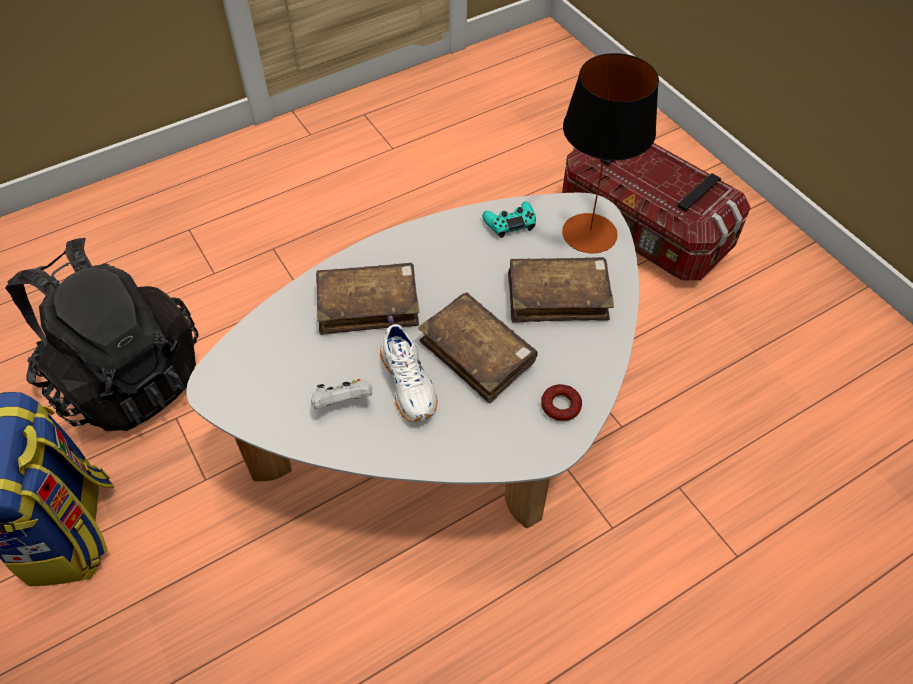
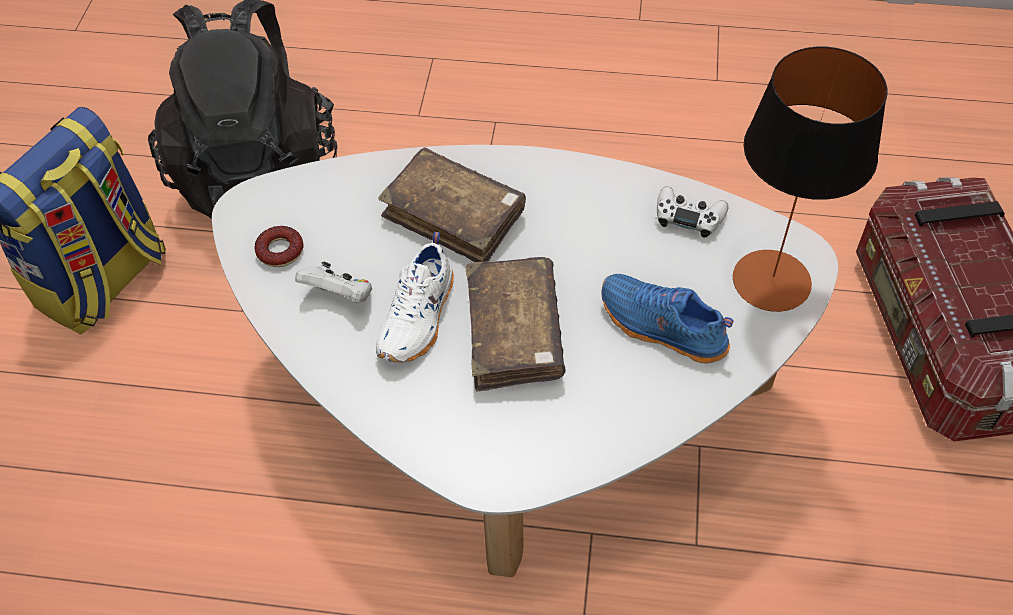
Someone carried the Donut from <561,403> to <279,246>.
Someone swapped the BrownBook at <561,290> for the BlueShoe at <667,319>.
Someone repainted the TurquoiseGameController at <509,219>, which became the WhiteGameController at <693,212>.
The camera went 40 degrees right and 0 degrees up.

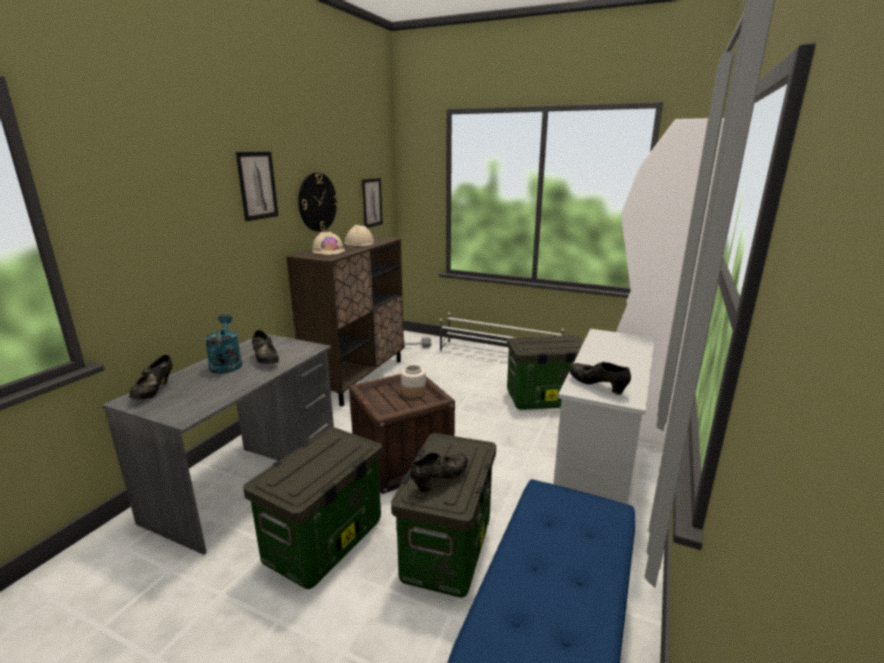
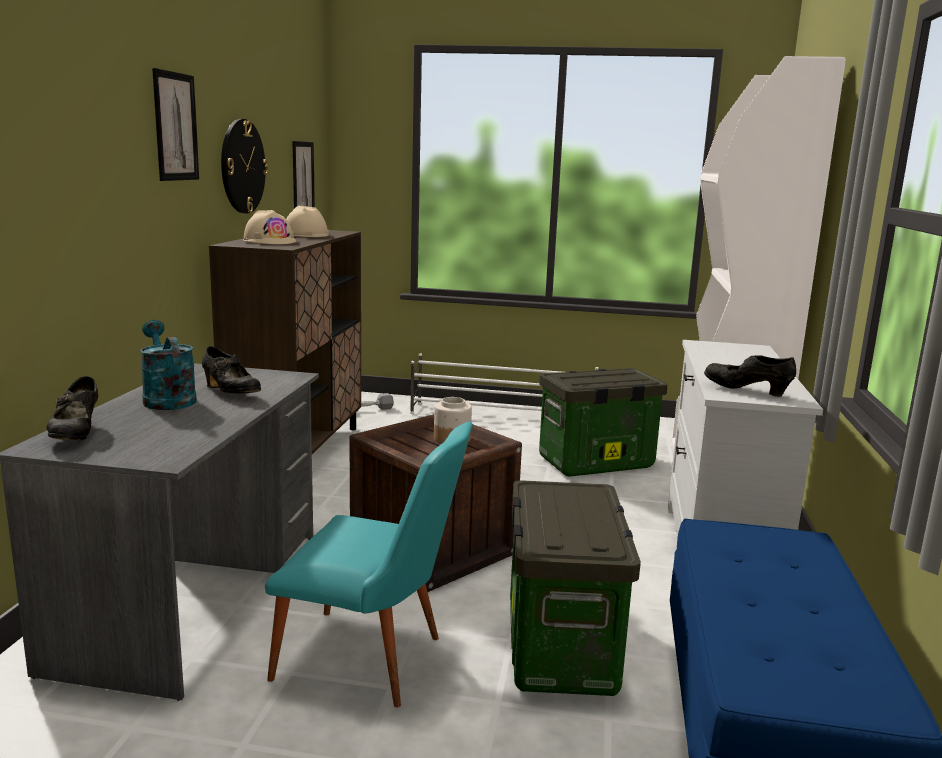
Someone swapped the StorageBox at <312,508> for the TurquoiseChair at <369,564>.
Someone took away the BlackShoe at <439,473>.
The camera went 15 degrees left and 5 degrees down.

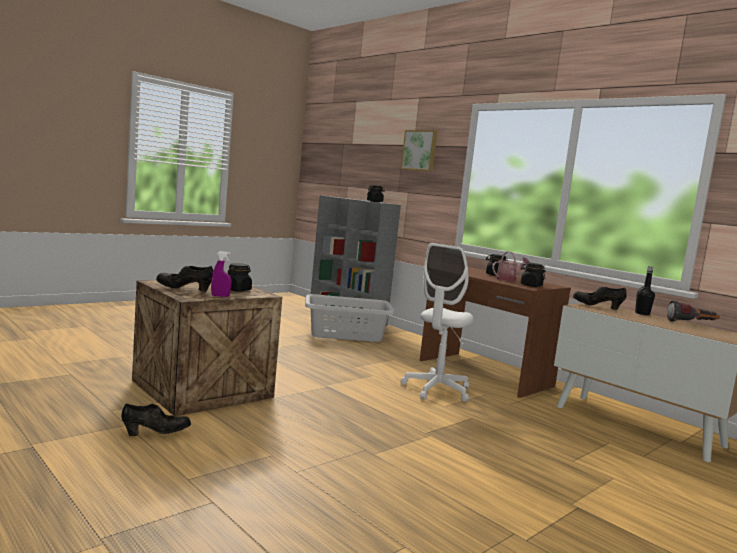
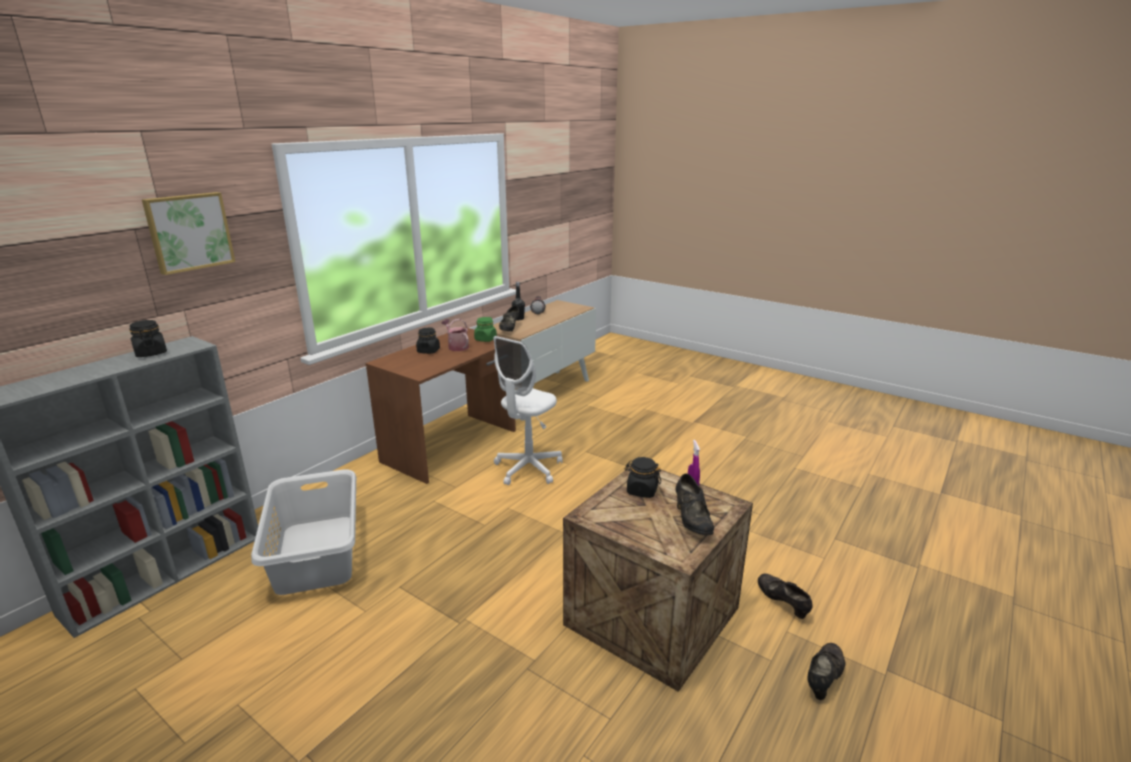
Someone repainted the BlackJar at <533,275>, which became the GreenJar at <485,329>.
Someone rotated the WhiteOfficeChair at <437,322> by 105 degrees clockwise.
Someone put down the BlackShoe at <826,671>.
The camera went 100 degrees left and 15 degrees up.

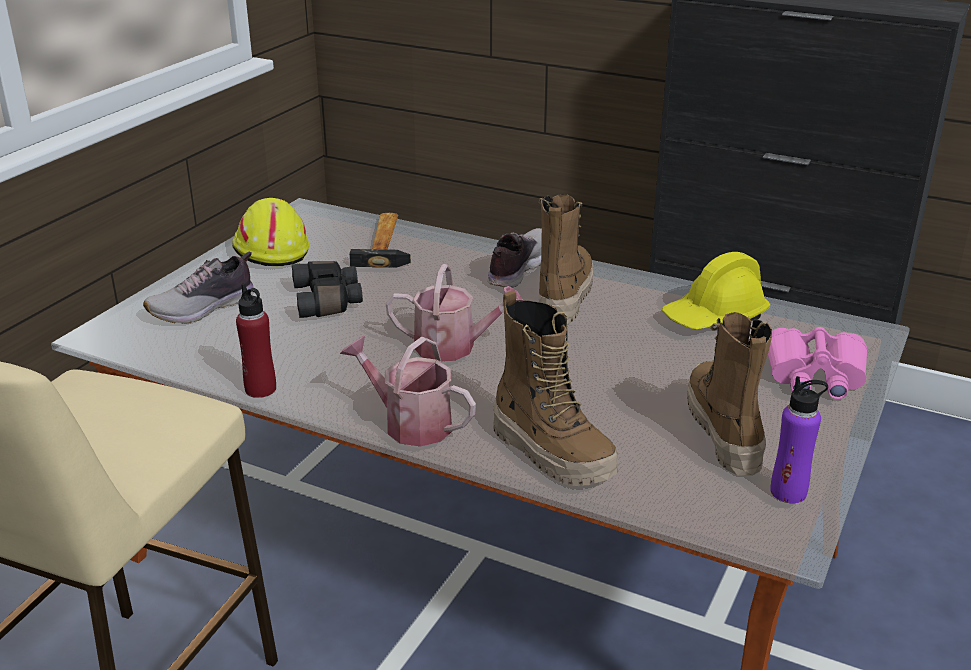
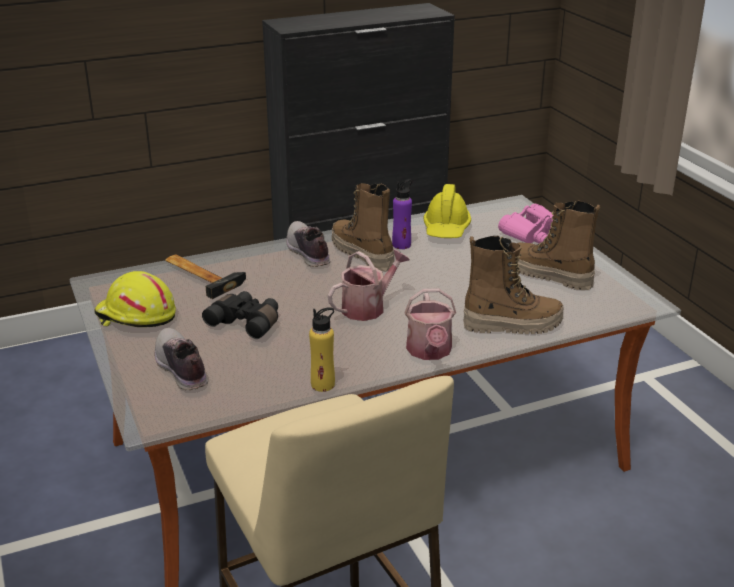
Someone rotated the Shoe at <198,288> by 150 degrees clockwise.
Someone repainted the RedBottle at <256,340>, which became the YellowBottle at <322,349>.
Someone carried the PurpleBottle from <799,439> to <402,214>.
Someone rotated the WateringCan at <408,391> by 75 degrees counterclockwise.
The camera went 50 degrees left and 0 degrees up.

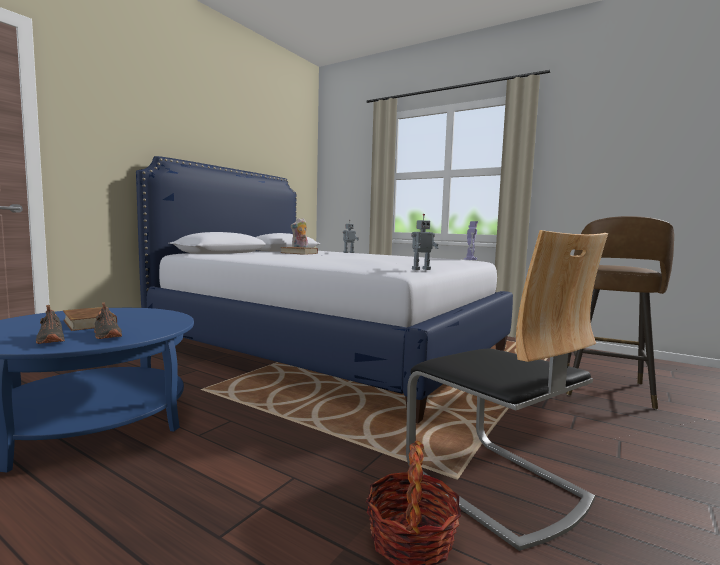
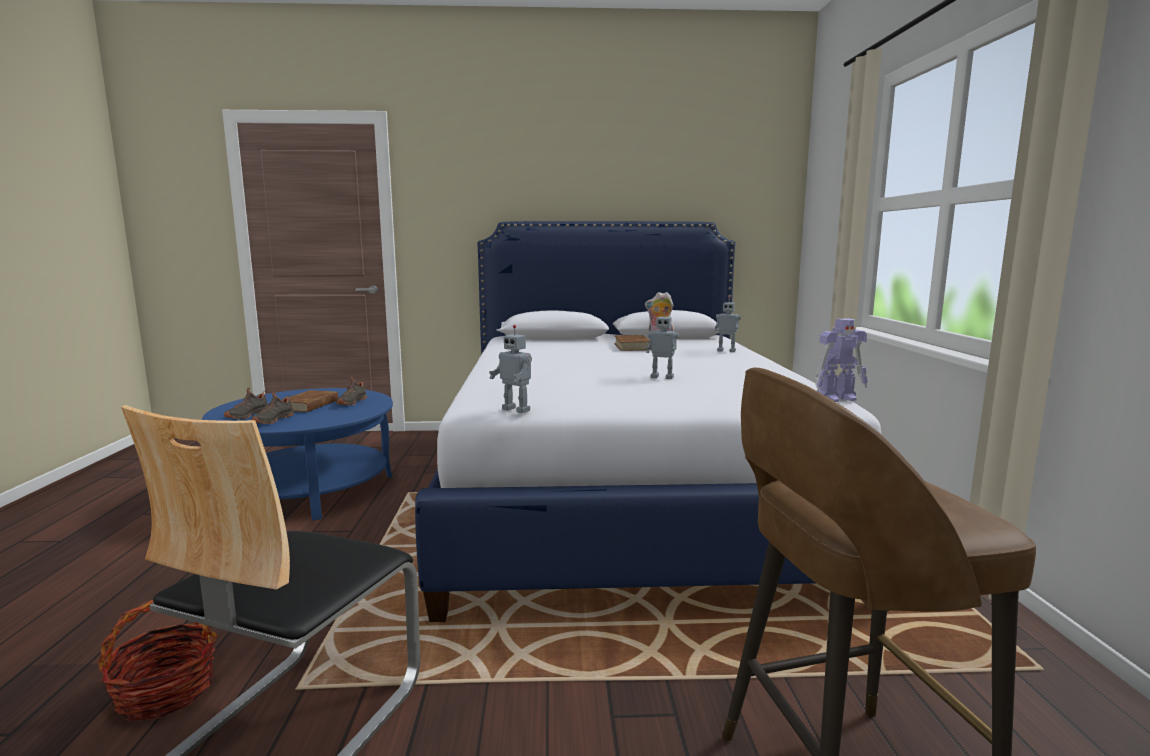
Someone put down the BlackShoe at <351,391>.
Someone put down the ToyRobot at <662,344>.
The camera went 55 degrees right and 5 degrees up.

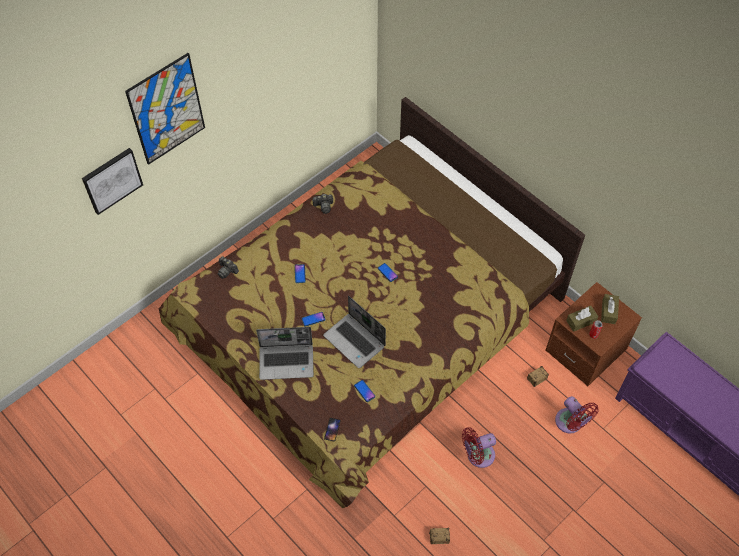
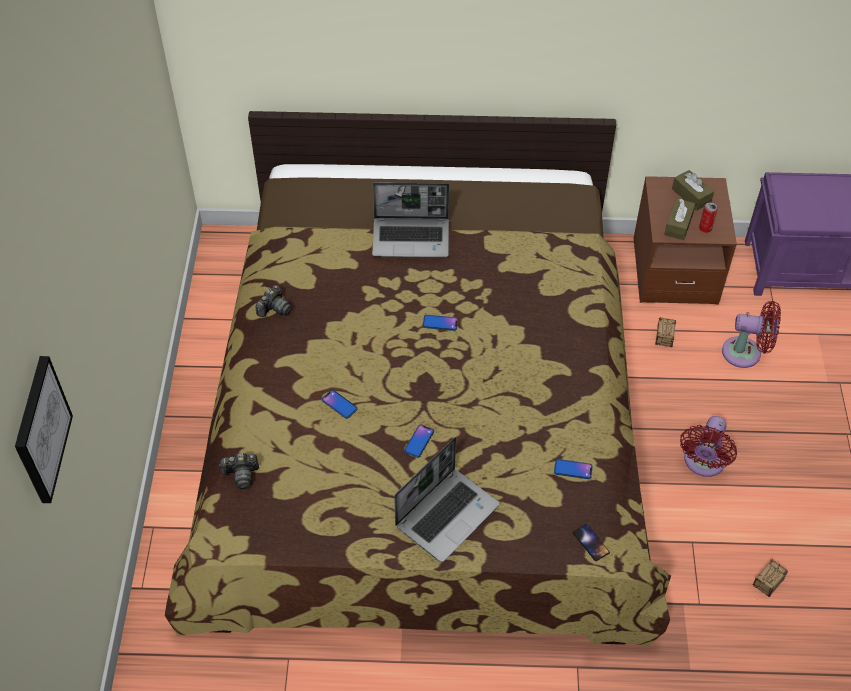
Someone carried the Laptop from <354,332> to <410,219>.
Someone took away the Picture at <165,109>.
The camera went 45 degrees left and 5 degrees down.

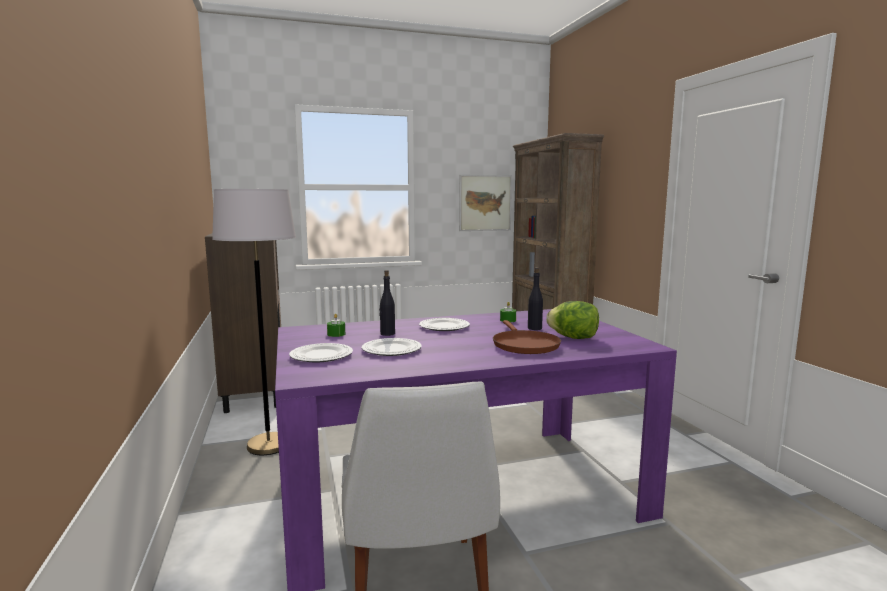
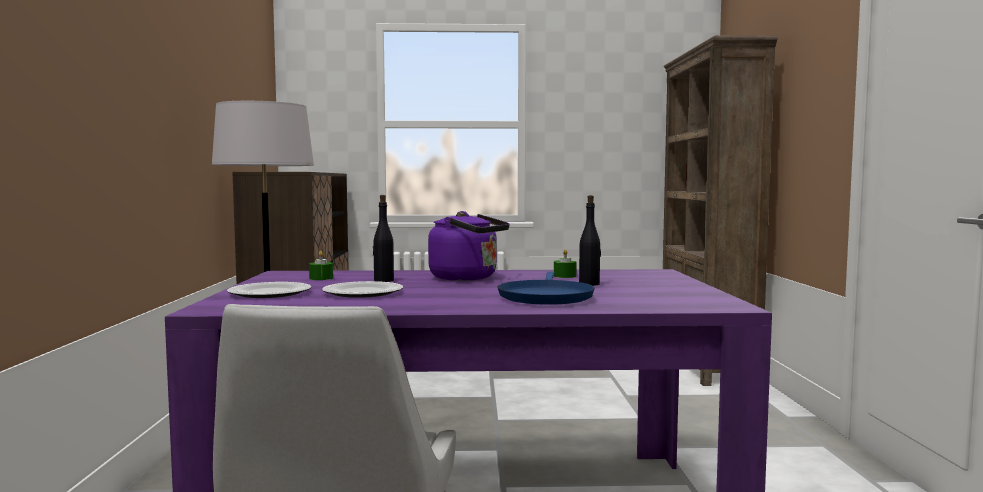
Someone swapped the Plate at <444,324> for the PurpleKettle at <469,246>.
Someone repainted the BrownFryingPan at <527,337>, which became the BlueFryingPan at <546,288>.
Someone took away the Picture at <485,203>.
Someone took away the Lettuce at <572,320>.
The camera went 15 degrees right and 5 degrees down.

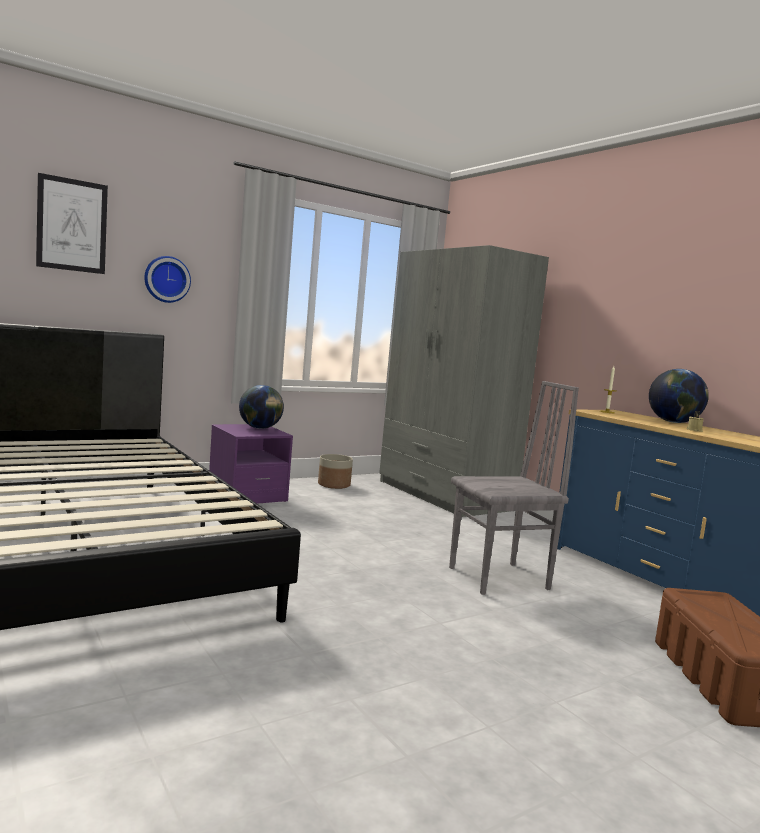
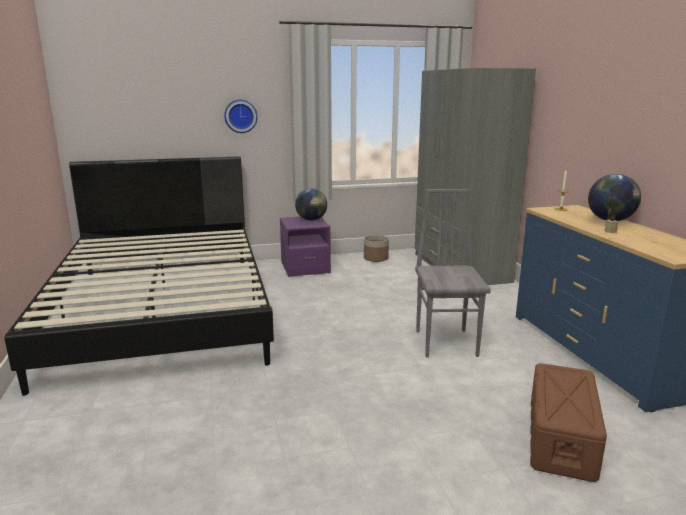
Someone rotated the GreyChair at <514,488> by 90 degrees counterclockwise.
Someone took away the Picture at <72,223>.
The camera went 20 degrees right and 10 degrees up.

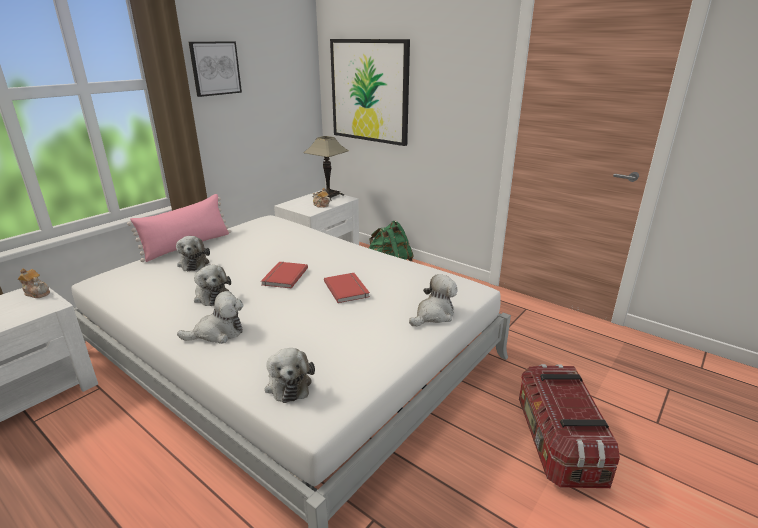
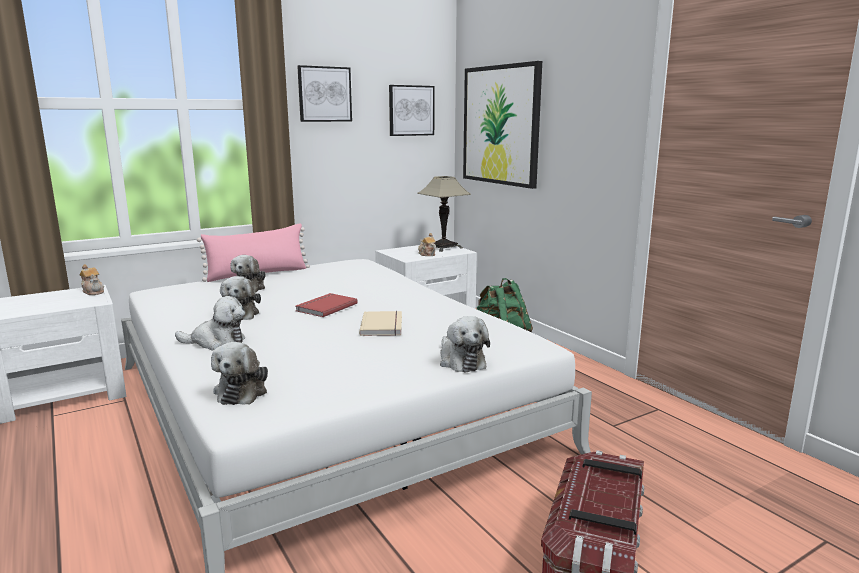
Someone repainted the RedBook at <347,288>, which became the BeigeBook at <380,323>.
Someone put up the Picture at <411,110>.
Someone rotated the PlushToy at <433,300> by 90 degrees clockwise.
The camera went 20 degrees right and 10 degrees down.

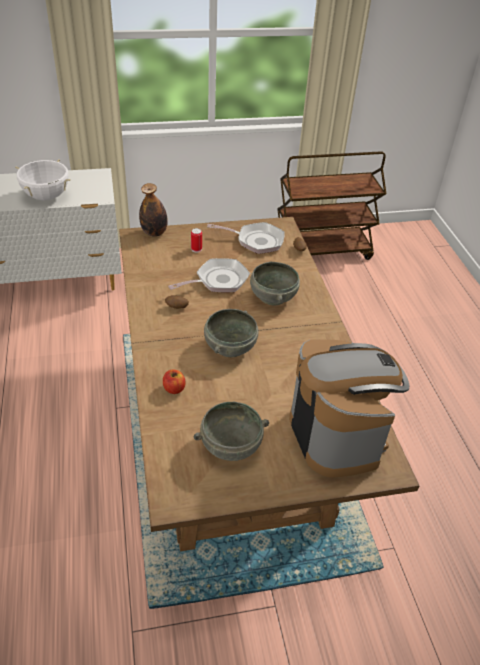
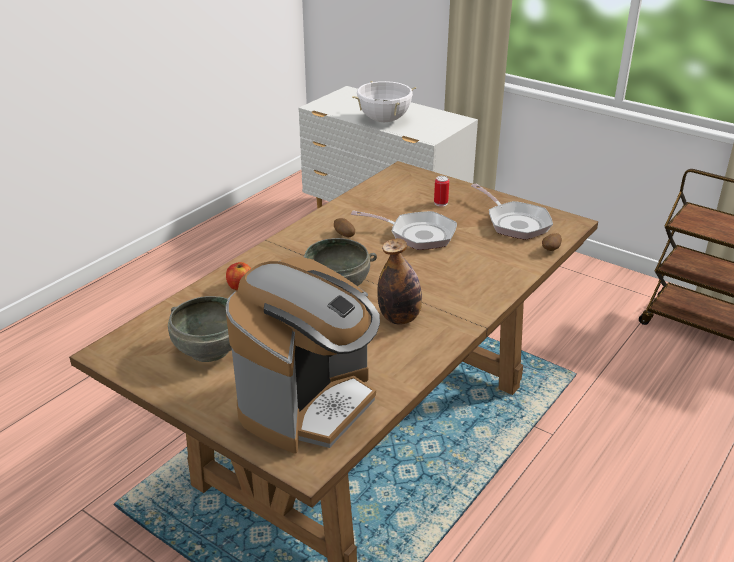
Someone carried the Bottle from <153,210> to <399,281>.
Someone took away the GreyBowl at <275,283>.
The camera went 50 degrees right and 10 degrees down.

